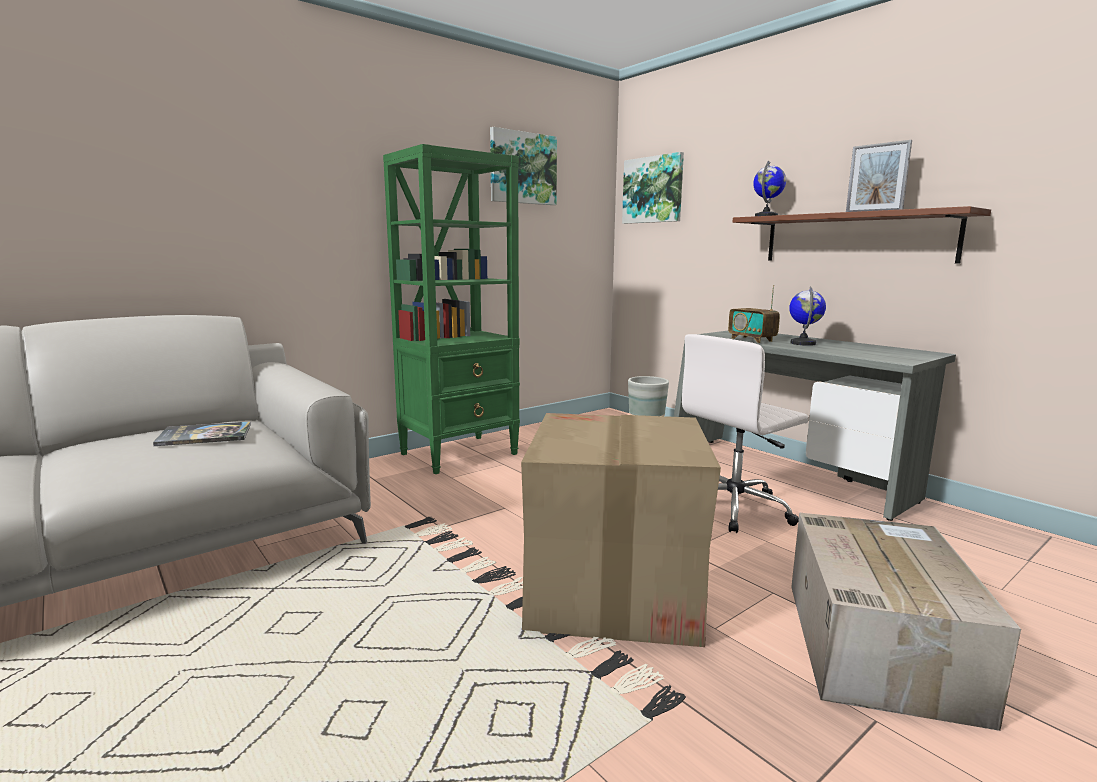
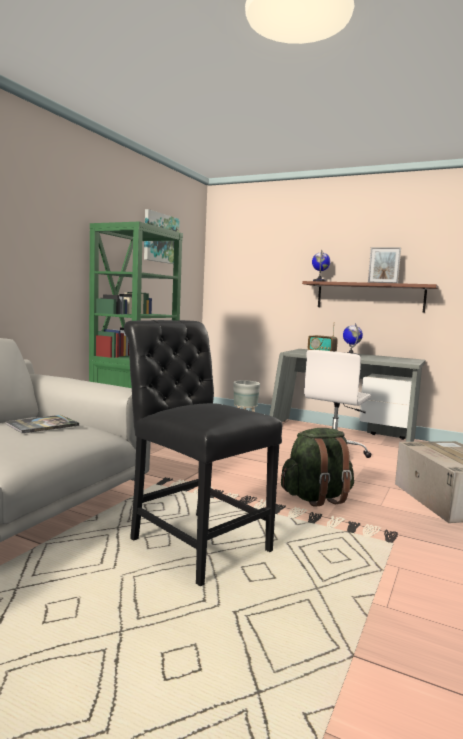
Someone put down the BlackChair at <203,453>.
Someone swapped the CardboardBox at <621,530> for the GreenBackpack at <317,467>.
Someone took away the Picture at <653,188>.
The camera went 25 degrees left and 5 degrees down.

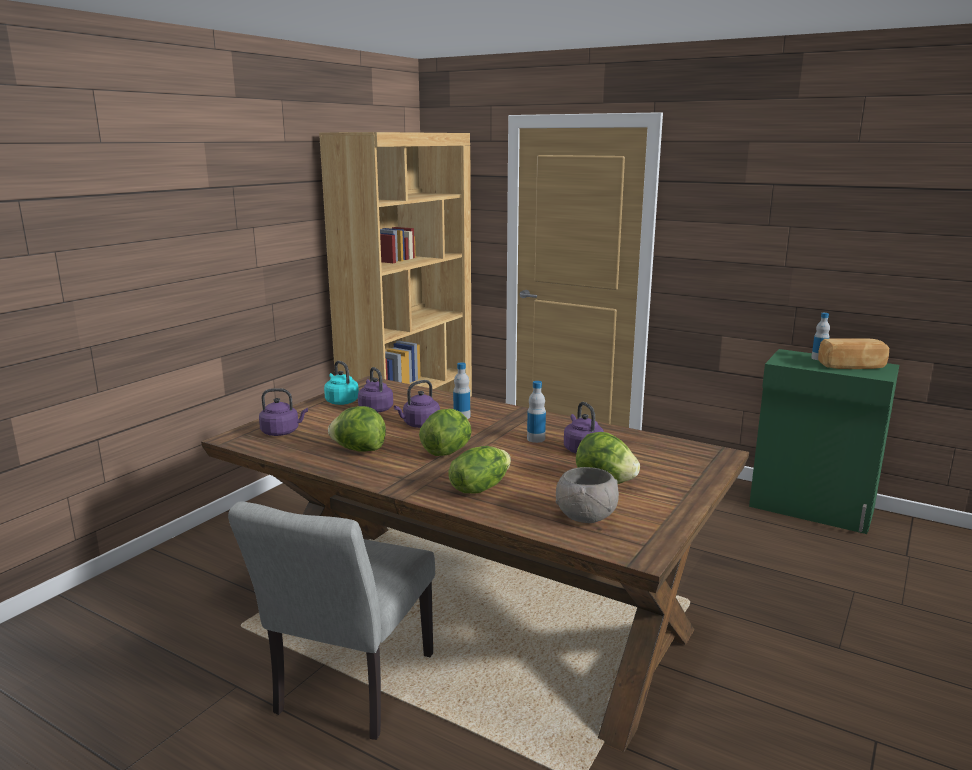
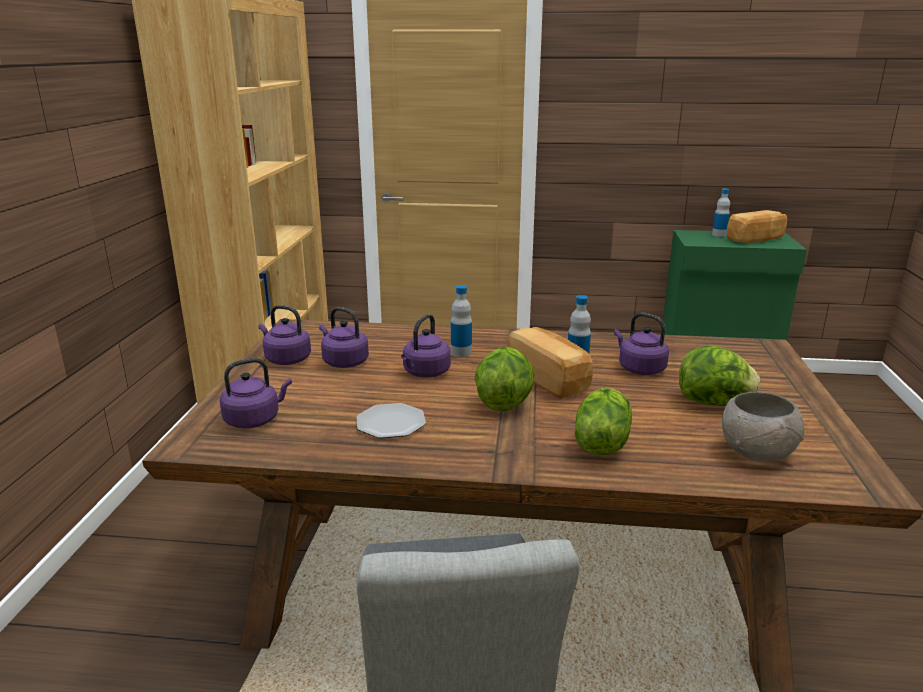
Someone repainted the TurquoiseKettle at <341,383>, which became the PurpleKettle at <284,335>.
Someone swapped the Lettuce at <357,429> for the Plate at <391,420>.
Someone put down the Bread at <550,363>.
The camera went 25 degrees left and 5 degrees up.

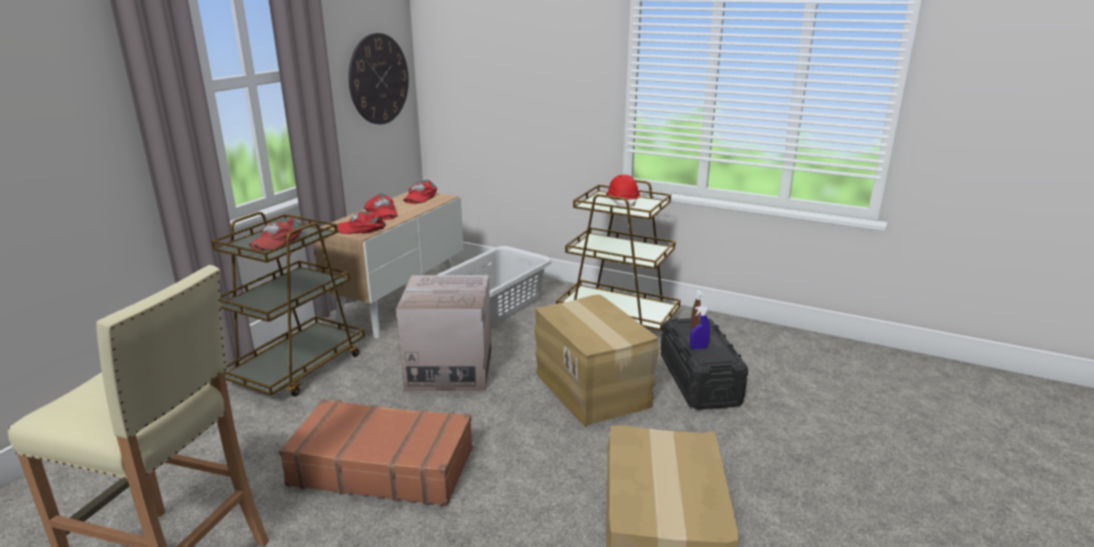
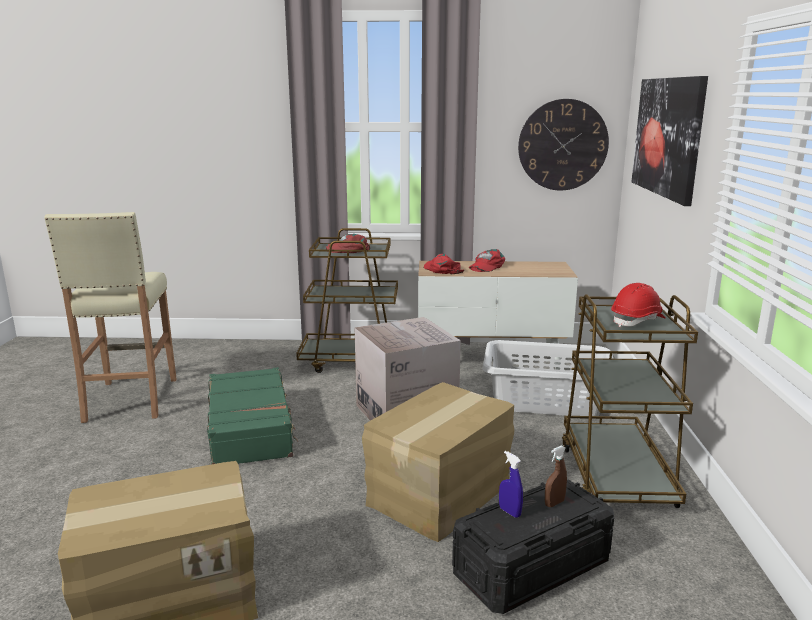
Someone repainted the BrownSuitcase at <376,452>, which became the GreenSuitcase at <252,415>.
Someone put up the Picture at <669,141>.
Someone took away the RedCap at <420,192>.
The camera went 65 degrees right and 5 degrees down.

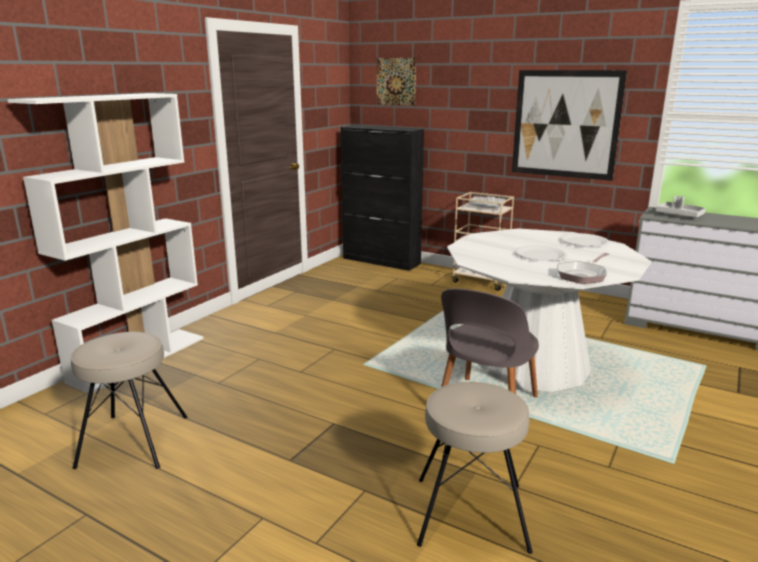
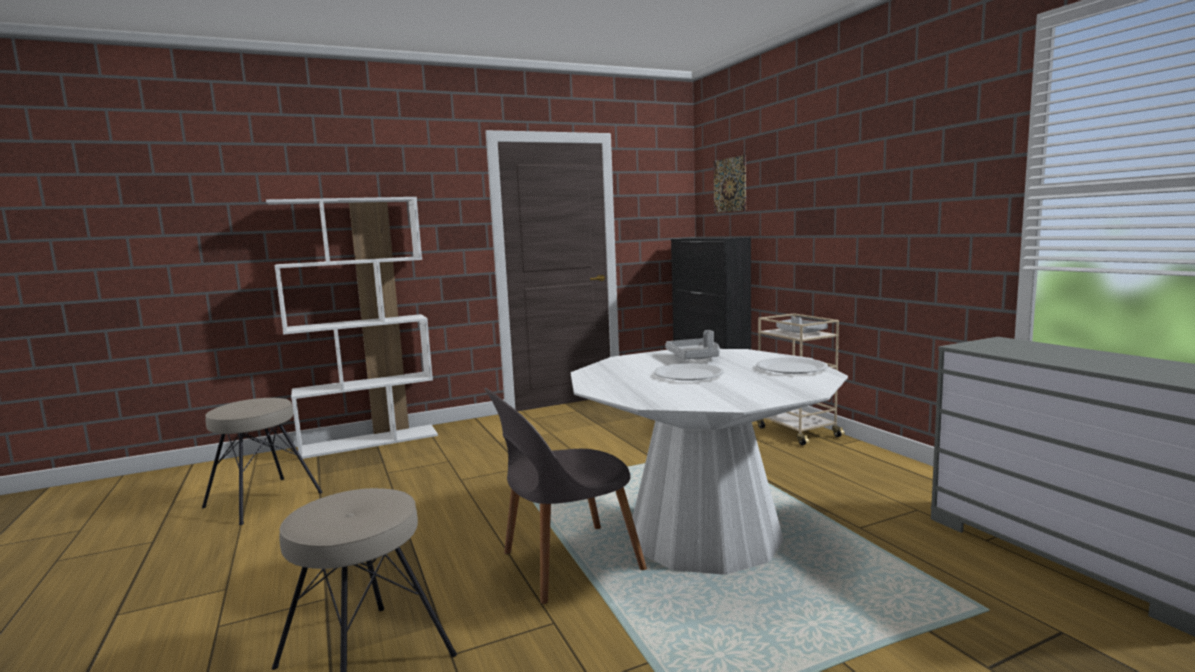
Someone carried the GreyTray from <680,207> to <692,344>.
Someone took away the Picture at <569,125>.
Someone took away the FryingPan at <583,268>.
The camera went 35 degrees right and 10 degrees down.

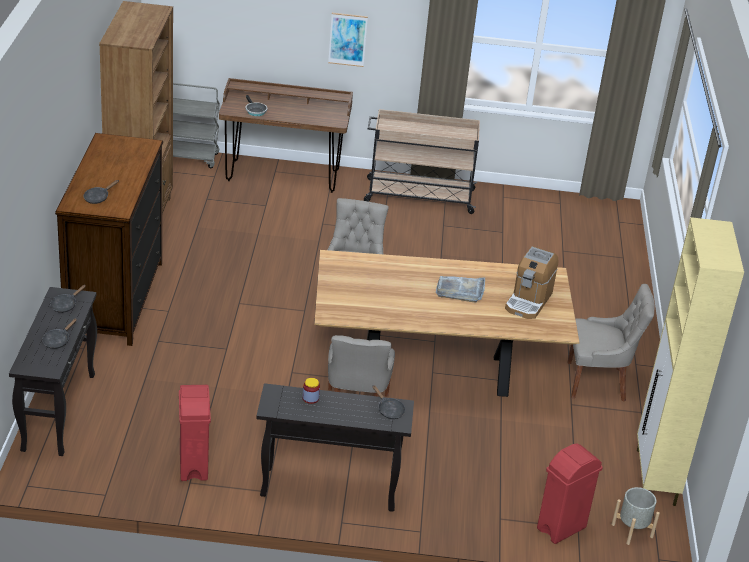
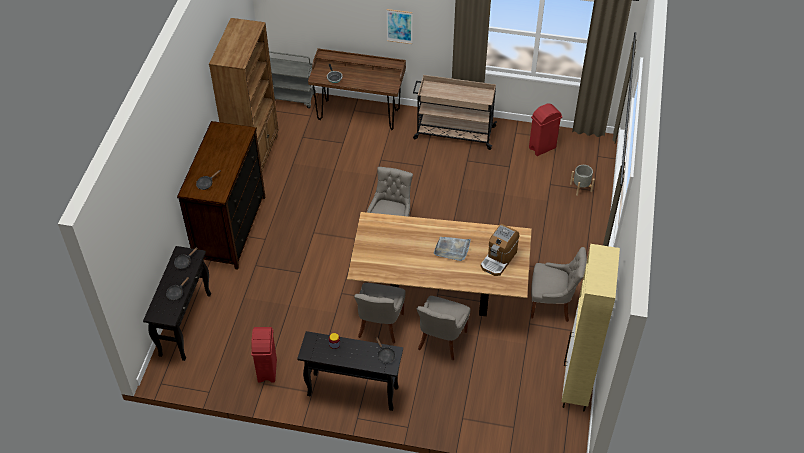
Someone put down the GreyChair at <443,328>.
Someone carried the RedTrashCan from <570,494> to <545,129>.
Someone carried the GreyPlanter from <636,516> to <582,180>.
The camera went 10 degrees right and 15 degrees up.

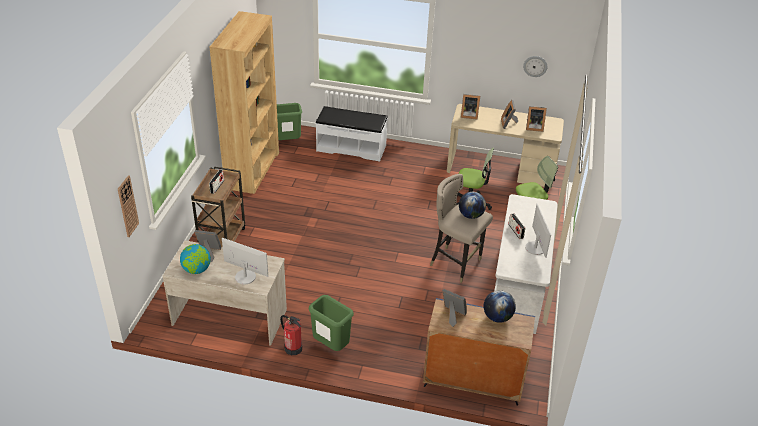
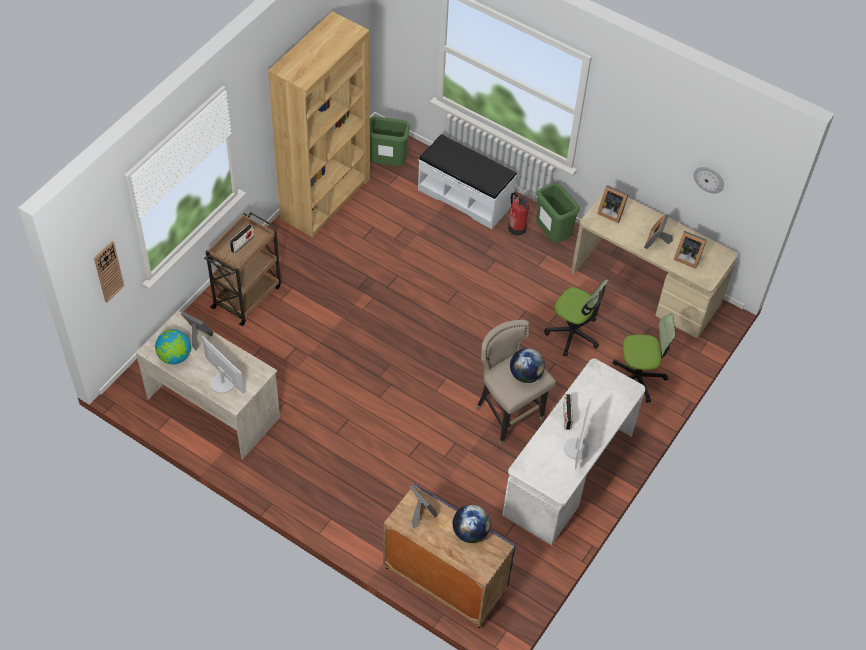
Someone carried the FireExtinguisher from <291,335> to <518,214>.
Someone carried the GreenTrashCan from <331,323> to <558,213>.
The camera went 20 degrees right and 15 degrees up.

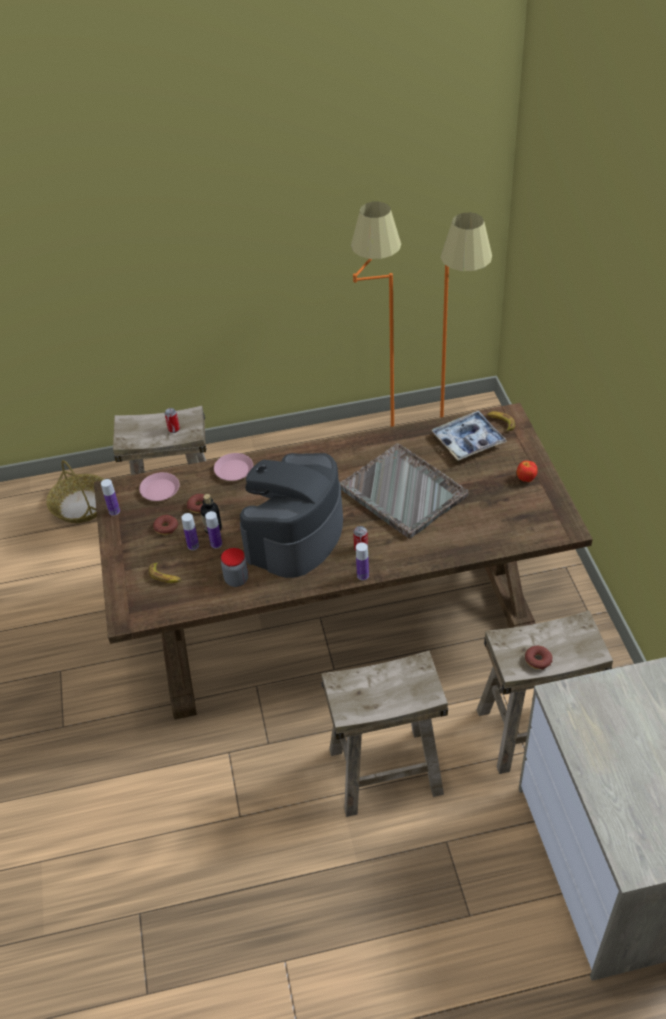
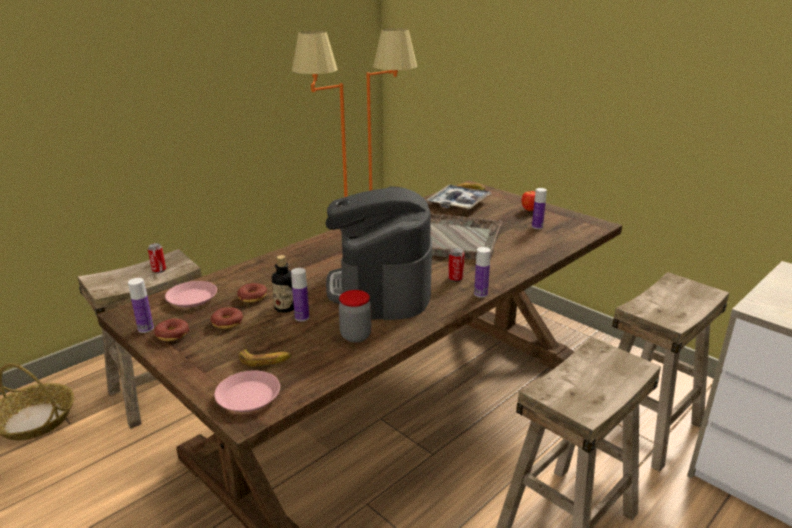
Someone carried the Donut from <538,658> to <171,329>.
Someone carried the PinkPlate from <233,467> to <247,391>.
Someone carried the Bottle from <190,531> to <539,208>.
The camera went 35 degrees left and 20 degrees down.

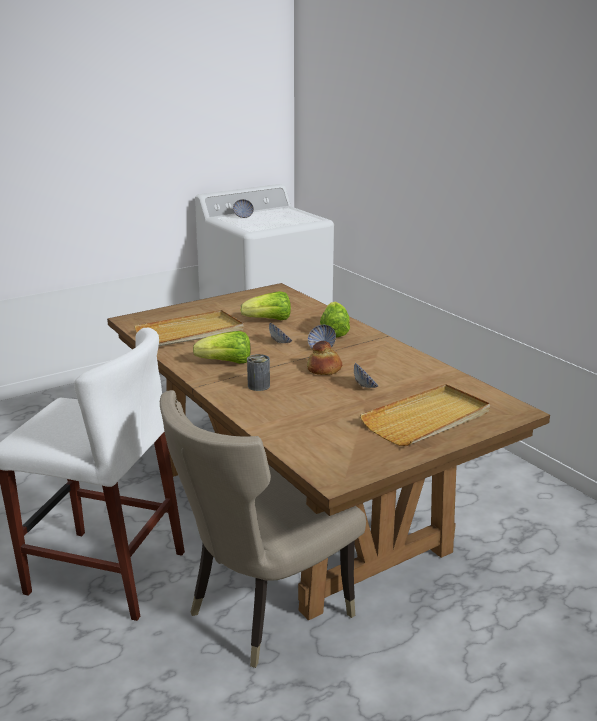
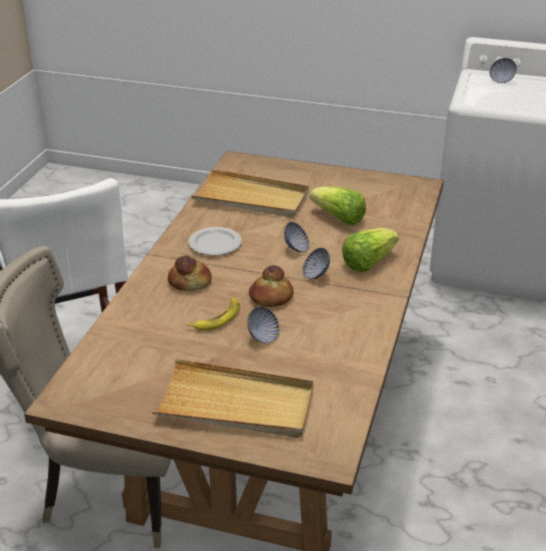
Someone swapped the Can at <258,372> for the Bread at <190,273>.
Someone put down the Banana at <213,314>.
Someone swapped the Lettuce at <222,347> for the Plate at <215,241>.
The camera went 50 degrees right and 10 degrees up.

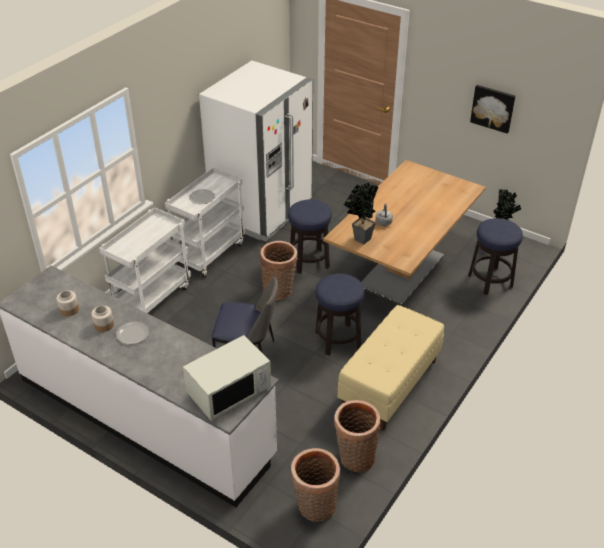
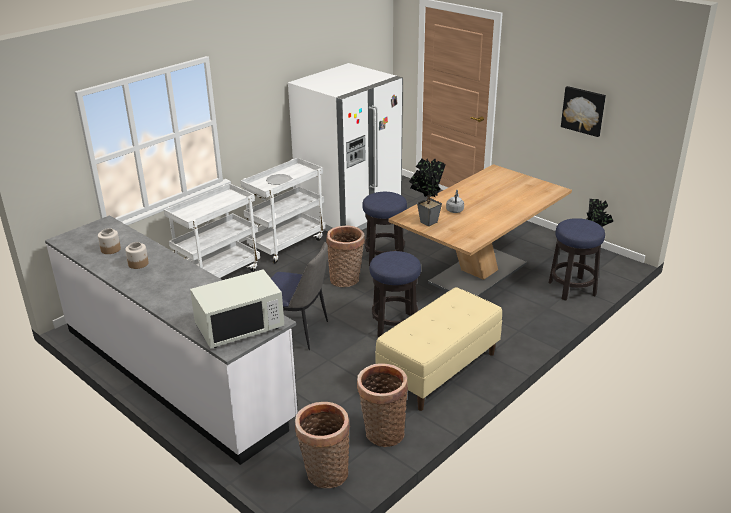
Someone took away the Plate at <132,333>.
The camera went 10 degrees right and 10 degrees down.

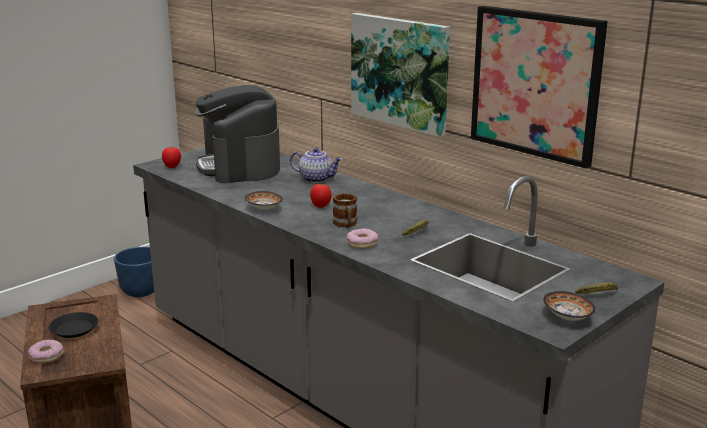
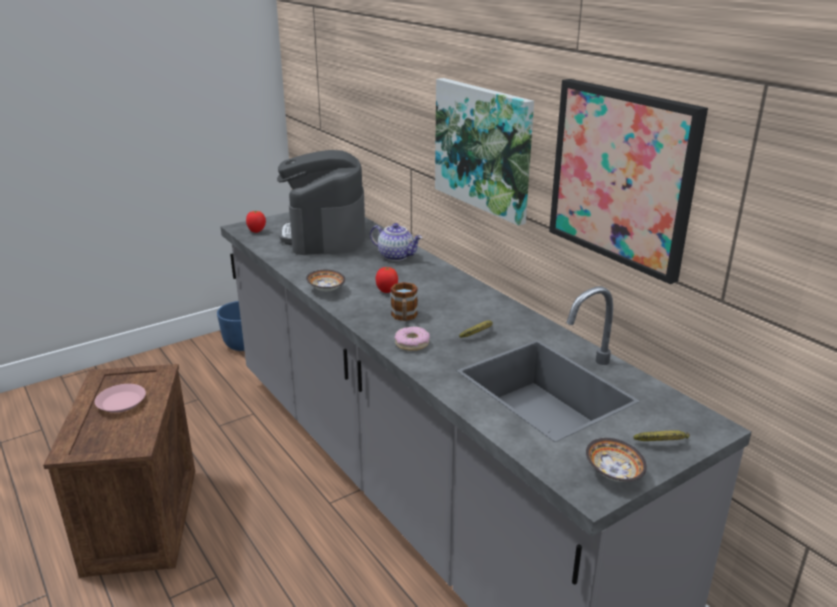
Someone repainted the BlackPlate at <73,325>, which became the PinkPlate at <120,398>.
Someone took away the Donut at <46,351>.
The camera went 10 degrees right and 5 degrees up.

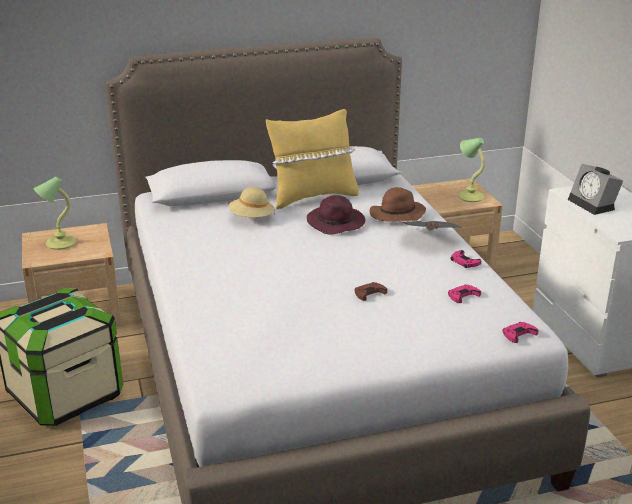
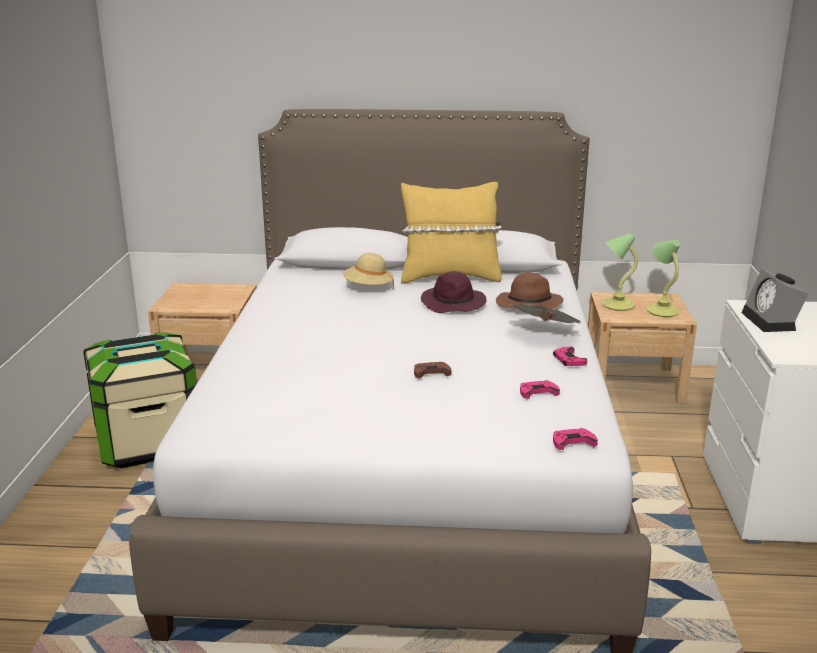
Someone carried the TableLamp from <55,213> to <620,272>.
The camera went 20 degrees right and 5 degrees down.

